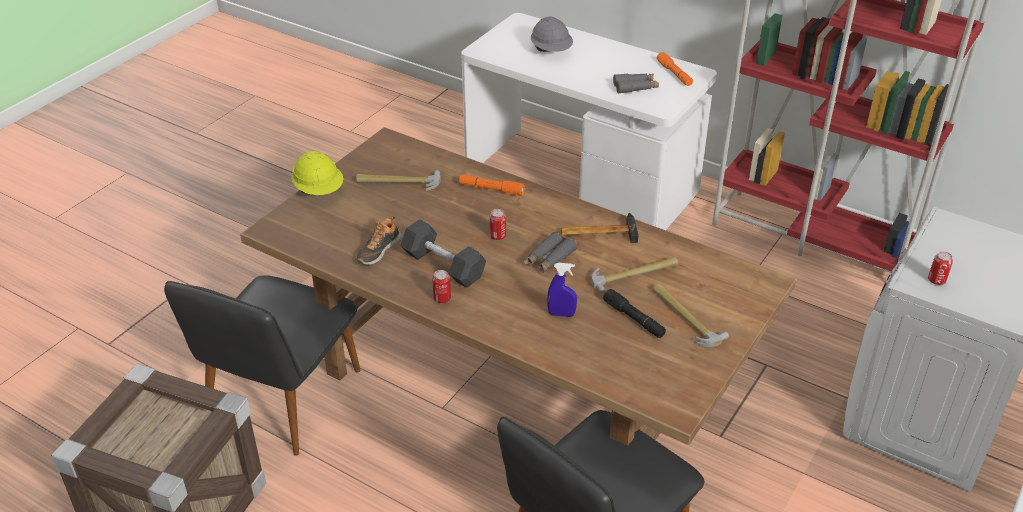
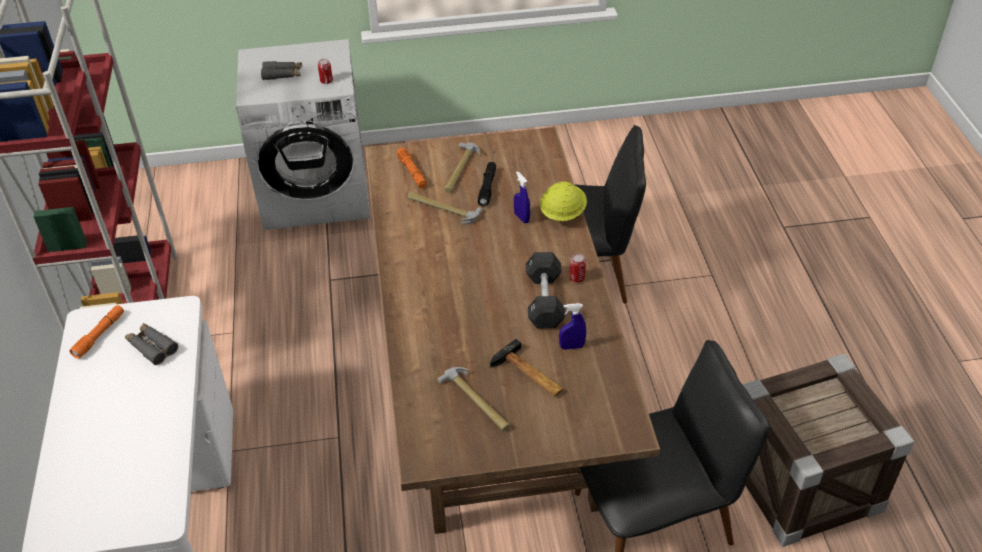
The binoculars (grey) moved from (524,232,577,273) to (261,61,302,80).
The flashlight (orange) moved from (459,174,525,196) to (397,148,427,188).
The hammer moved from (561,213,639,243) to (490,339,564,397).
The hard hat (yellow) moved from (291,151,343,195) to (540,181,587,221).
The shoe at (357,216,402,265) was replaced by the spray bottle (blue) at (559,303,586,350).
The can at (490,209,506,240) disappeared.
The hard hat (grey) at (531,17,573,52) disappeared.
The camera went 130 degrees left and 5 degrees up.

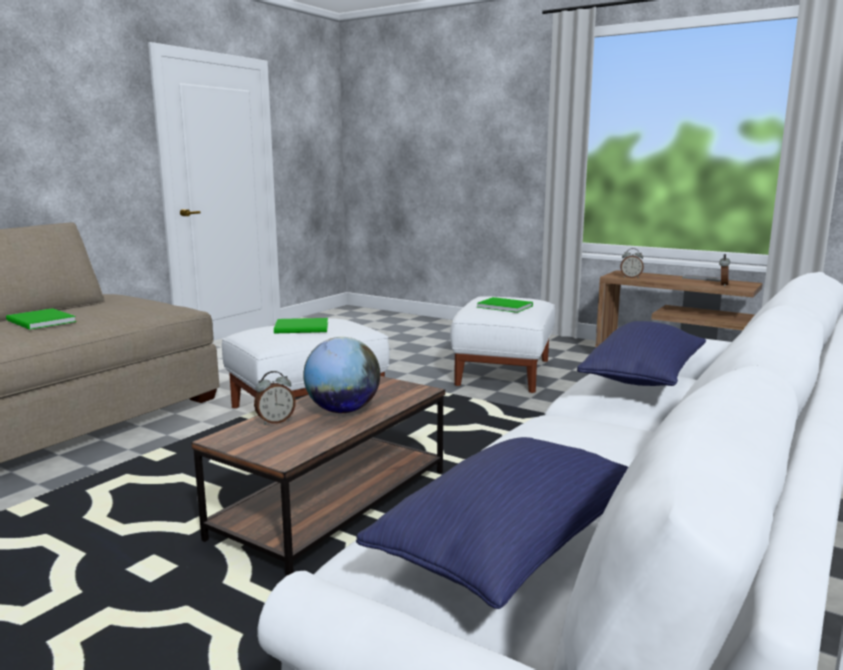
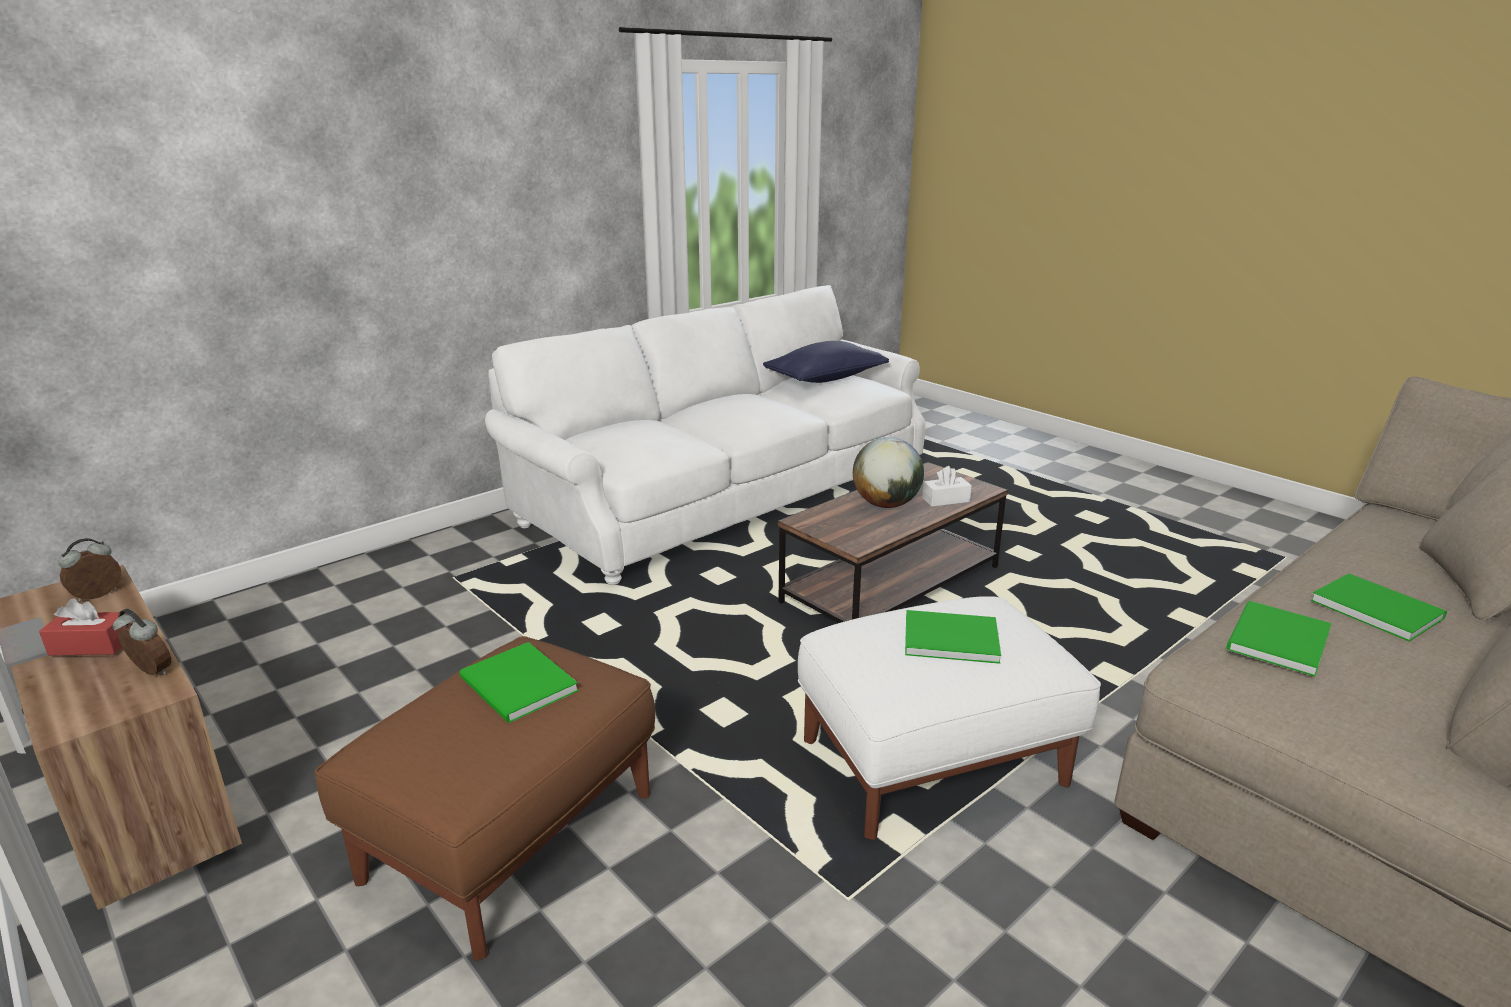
The tissue box (red) at (39,598,130,656) appeared.
The ottoman (white) at (450,296,555,393) became the ottoman (brown) at (314,636,655,961).
The alarm clock at (254,371,296,425) was replaced by the tissue box (white) at (922,466,972,507).
The book (green) at (1226,601,1331,677) appeared.
The pillow (blue) at (577,321,706,386) disappeared.
The camera went 165 degrees left and 10 degrees up.

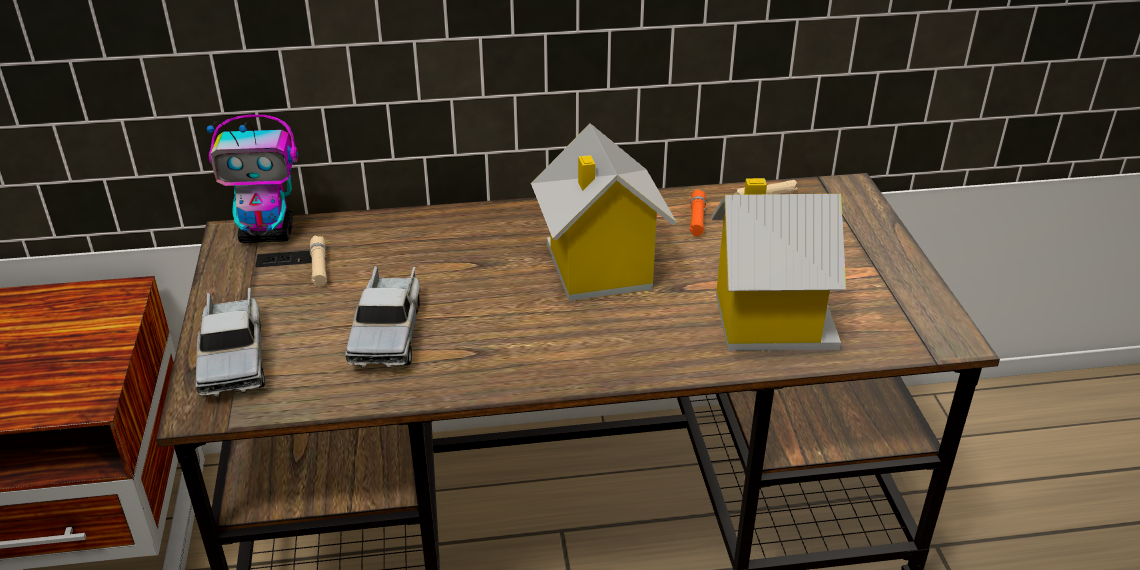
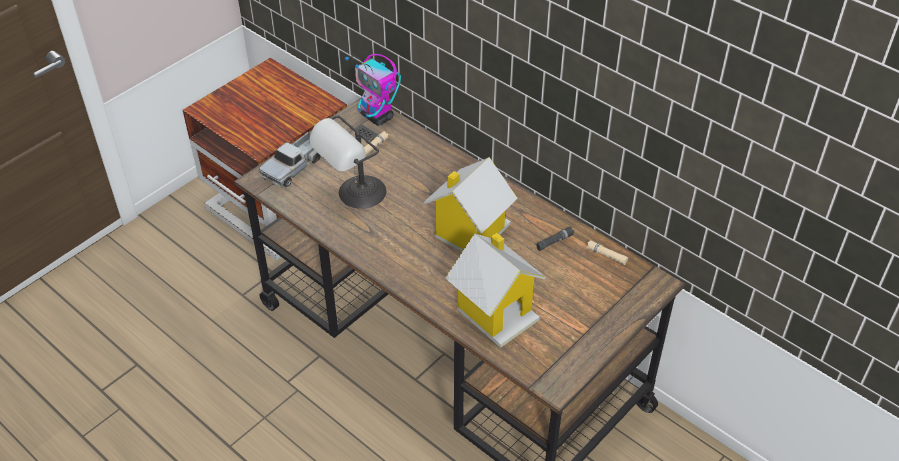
The toy truck at (345,266,420,368) was replaced by the table lamp at (309,115,386,209).
The flashlight (orange) at (690,189,706,236) became the flashlight (black) at (536,226,574,251).
The camera went 50 degrees right and 10 degrees up.

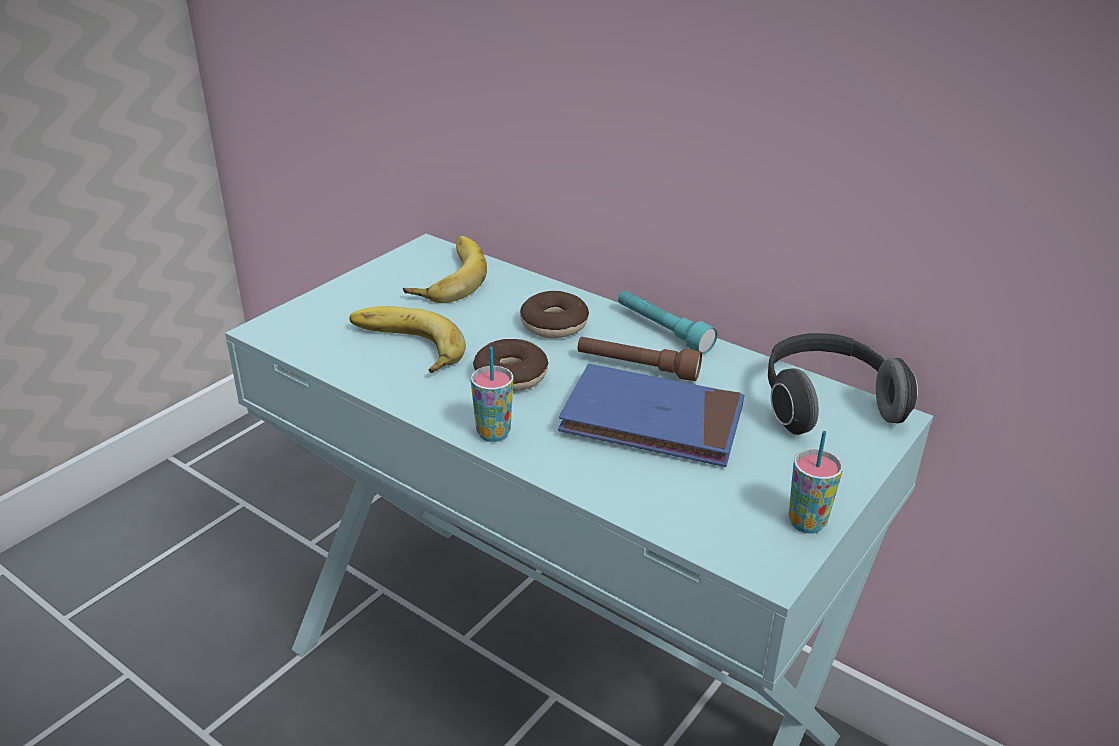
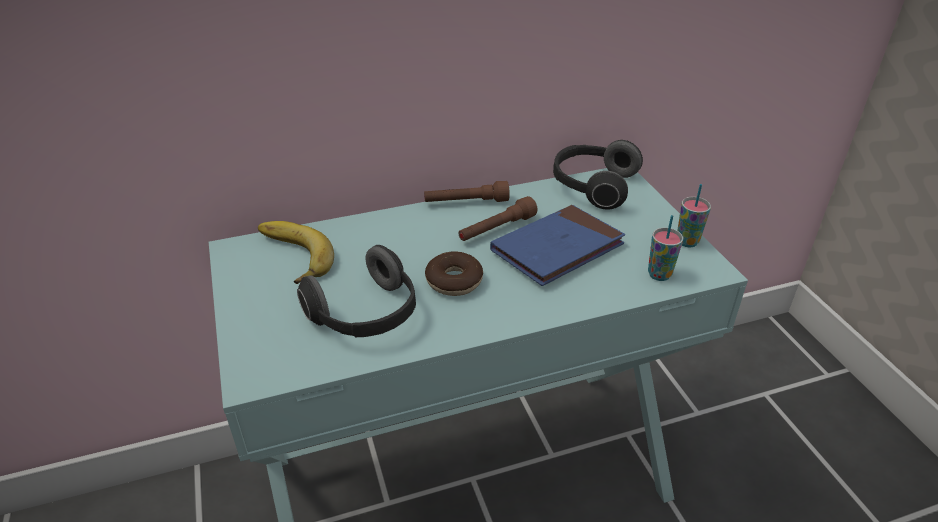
The banana at (350,306,466,373) was replaced by the headphones at (297,245,416,337).
The flashlight (turquoise) at (618,291,717,354) became the flashlight (brown) at (424,181,510,202).
The cup moved from (471,347,513,442) to (648,215,683,281).
The donut at (520,291,589,338) disappeared.
The camera went 55 degrees left and 5 degrees up.

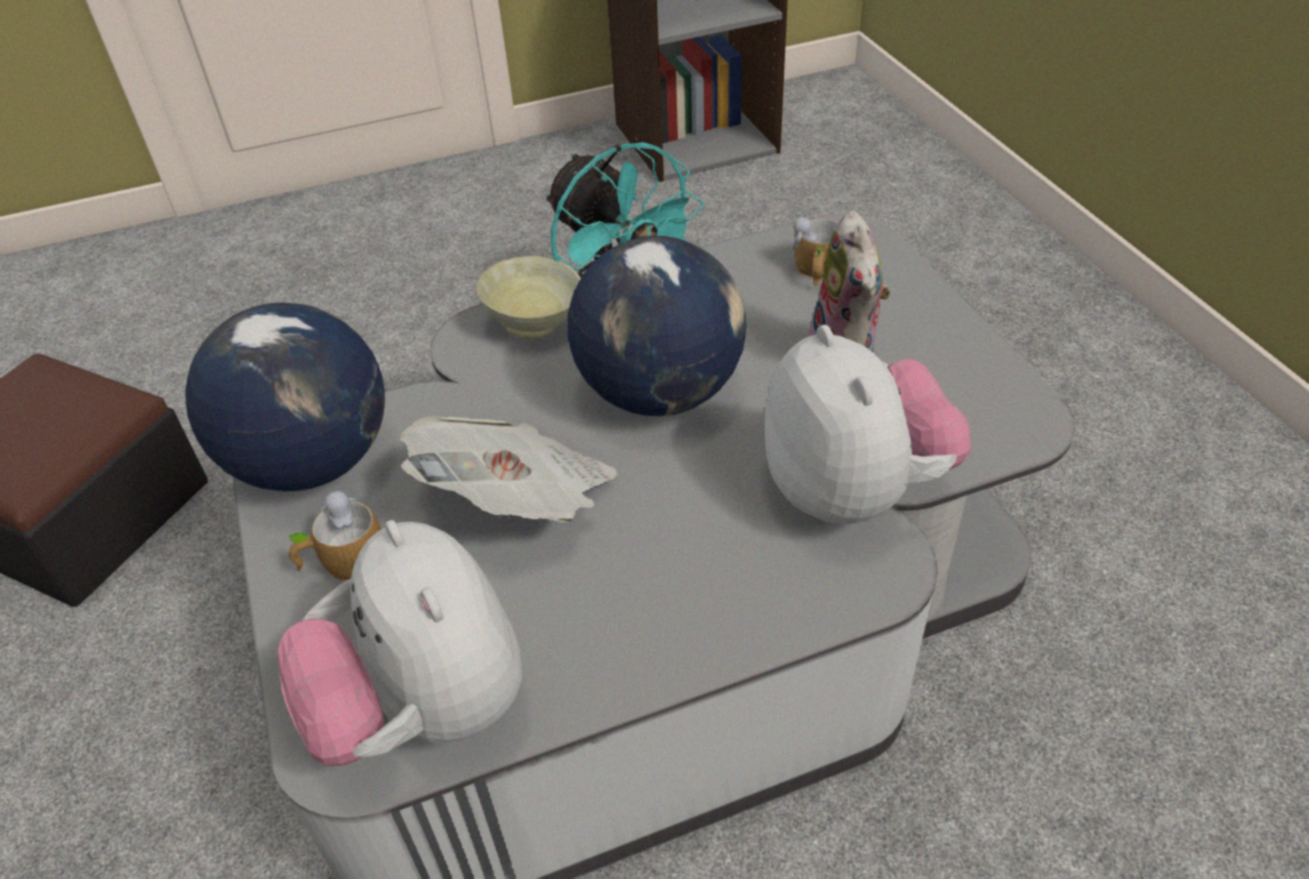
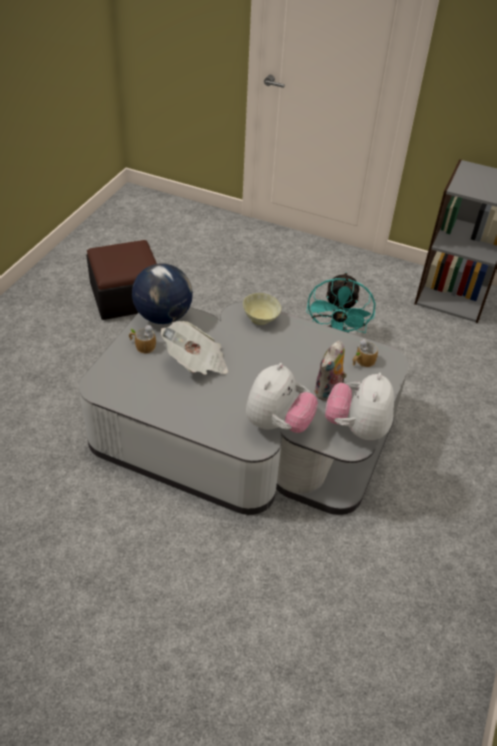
The plush toy moved from (277,520,522,766) to (325,372,394,440).
The globe at (568,236,746,416) disappeared.
The camera went 40 degrees right and 0 degrees up.

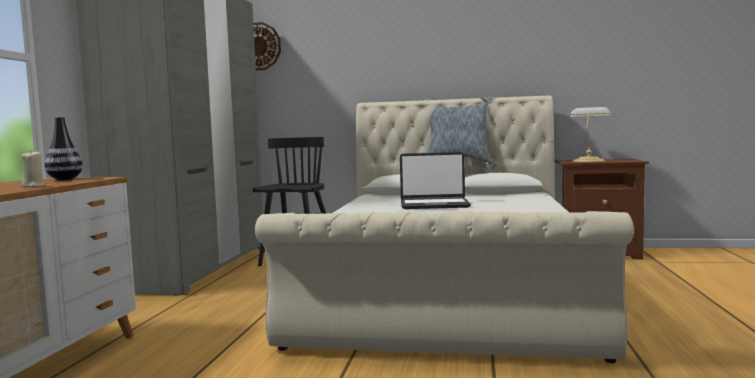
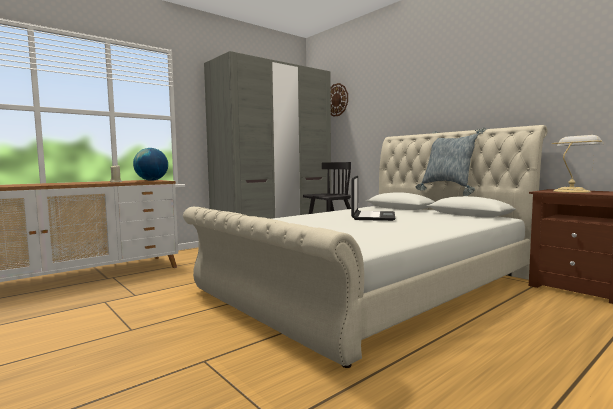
The vase at (44,117,83,180) was replaced by the globe at (133,148,168,181).
The laptop at (400,152,471,209) turned 120 degrees counterclockwise.
The camera went 40 degrees right and 0 degrees up.

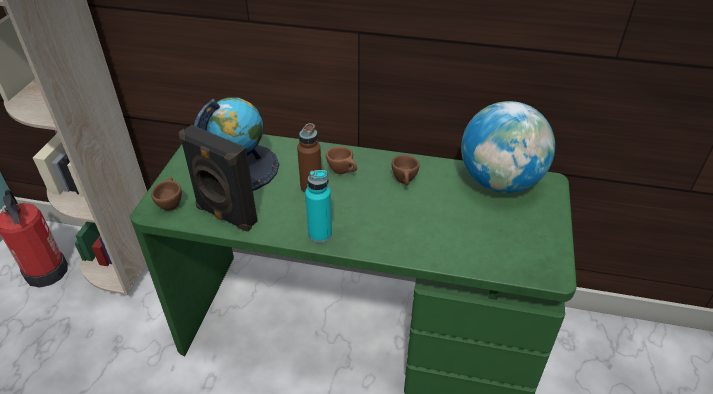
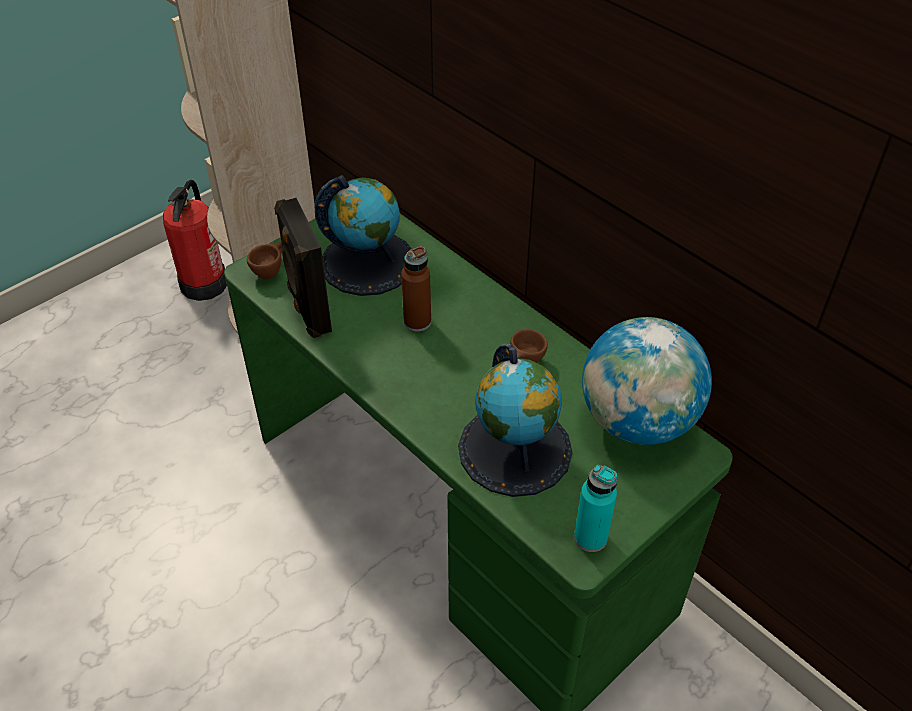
The globe at (458,344,572,497) appeared.
The bottle (turquoise) moved from (305,170,332,243) to (574,465,617,552).
The cup (brown) at (326,146,357,174) disappeared.
The camera went 35 degrees right and 5 degrees up.

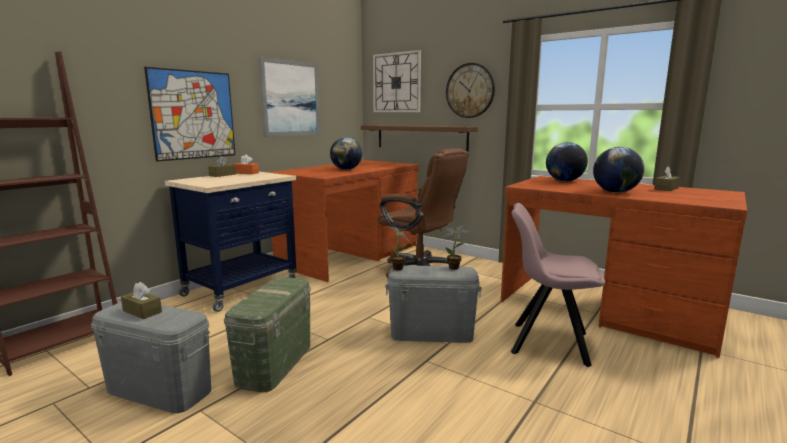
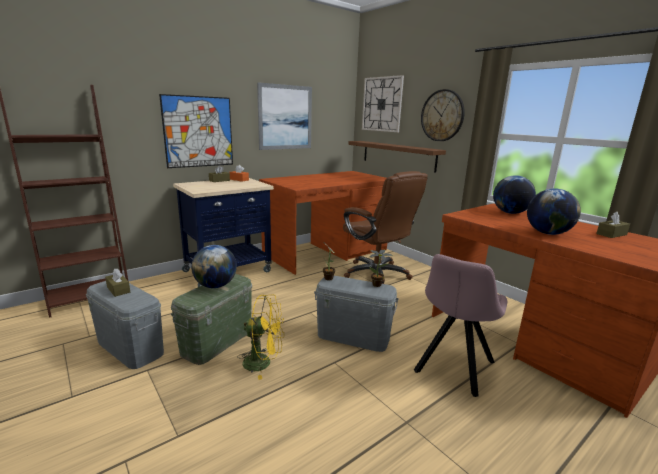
The globe moved from (330,137,362,170) to (191,245,237,288).
The fan (yellow) at (238,295,284,380) appeared.
The chair (pink) at (511,203,605,367) turned 90 degrees counterclockwise.
The camera went 15 degrees right and 5 degrees up.

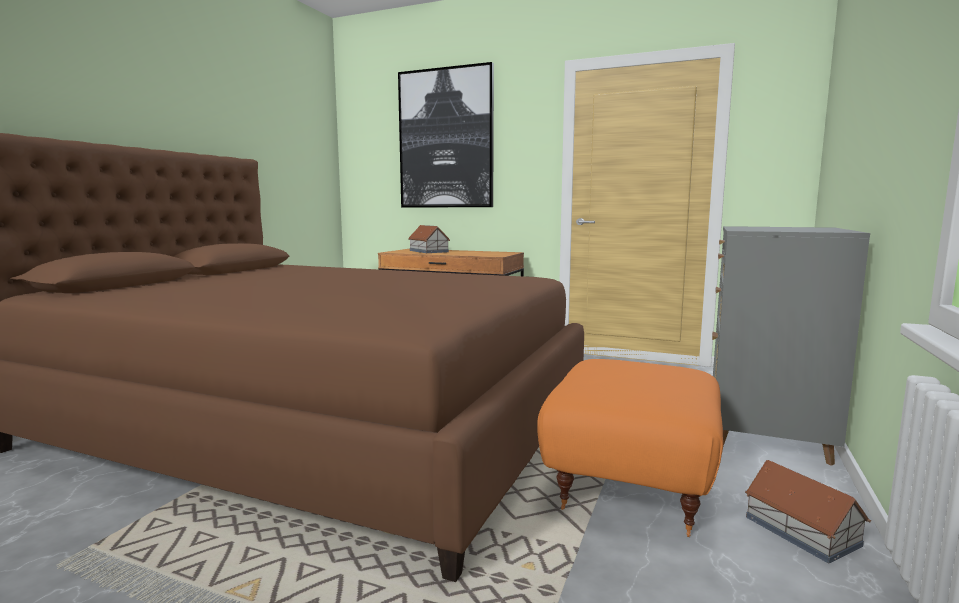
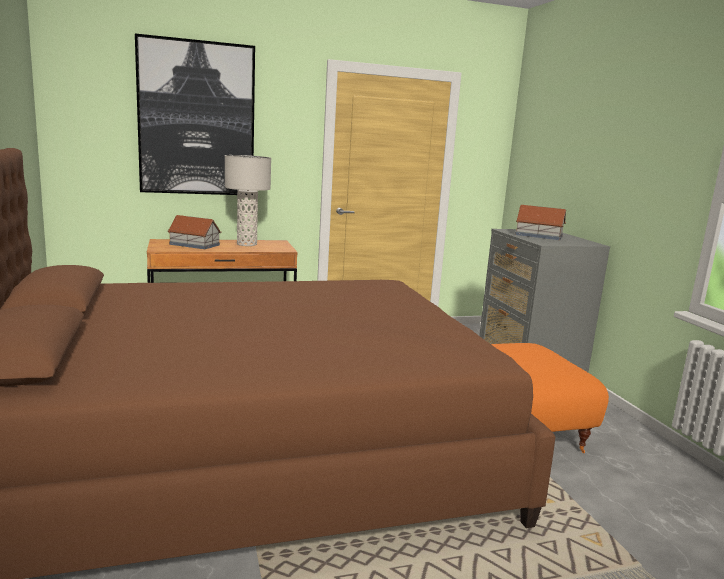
The table lamp (white) at (225,155,271,246) appeared.
The toy house moved from (745,460,871,564) to (515,205,566,240).
The camera went 40 degrees left and 5 degrees up.

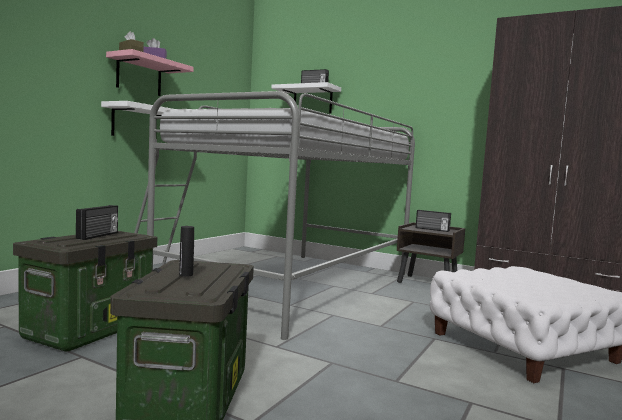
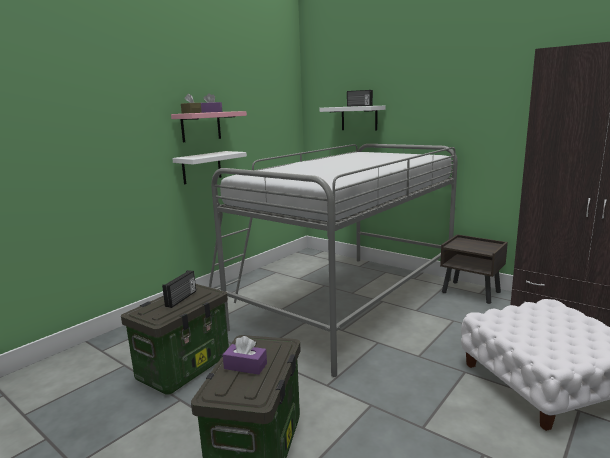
The bottle (black) at (179,226,194,277) was replaced by the tissue box (purple) at (223,336,267,375).
The radio at (416,210,451,232) disappeared.
The camera went 10 degrees right and 10 degrees up.

